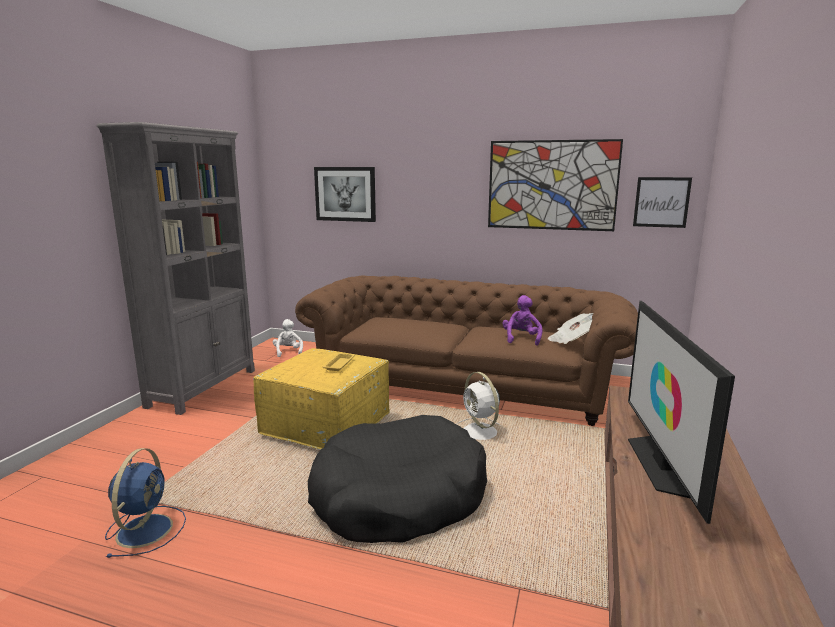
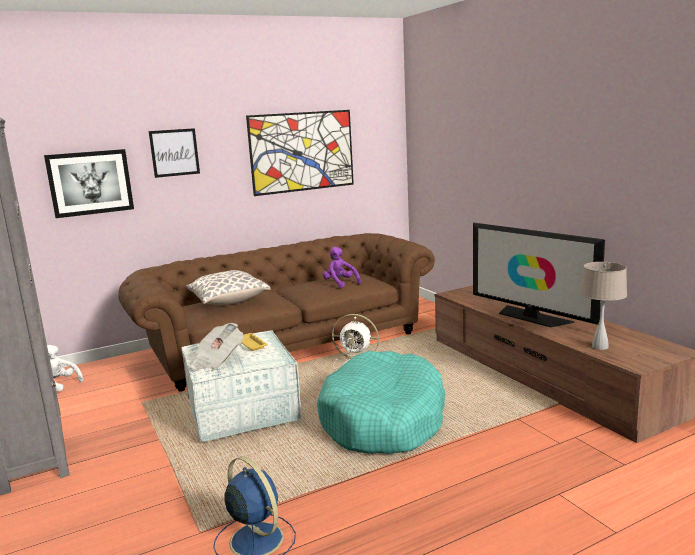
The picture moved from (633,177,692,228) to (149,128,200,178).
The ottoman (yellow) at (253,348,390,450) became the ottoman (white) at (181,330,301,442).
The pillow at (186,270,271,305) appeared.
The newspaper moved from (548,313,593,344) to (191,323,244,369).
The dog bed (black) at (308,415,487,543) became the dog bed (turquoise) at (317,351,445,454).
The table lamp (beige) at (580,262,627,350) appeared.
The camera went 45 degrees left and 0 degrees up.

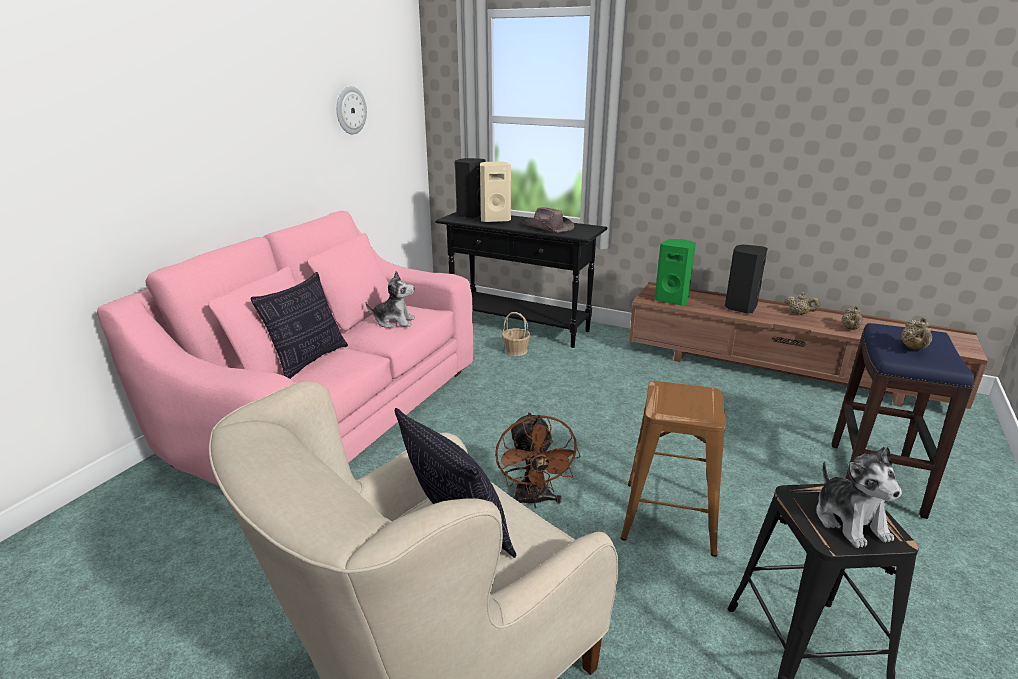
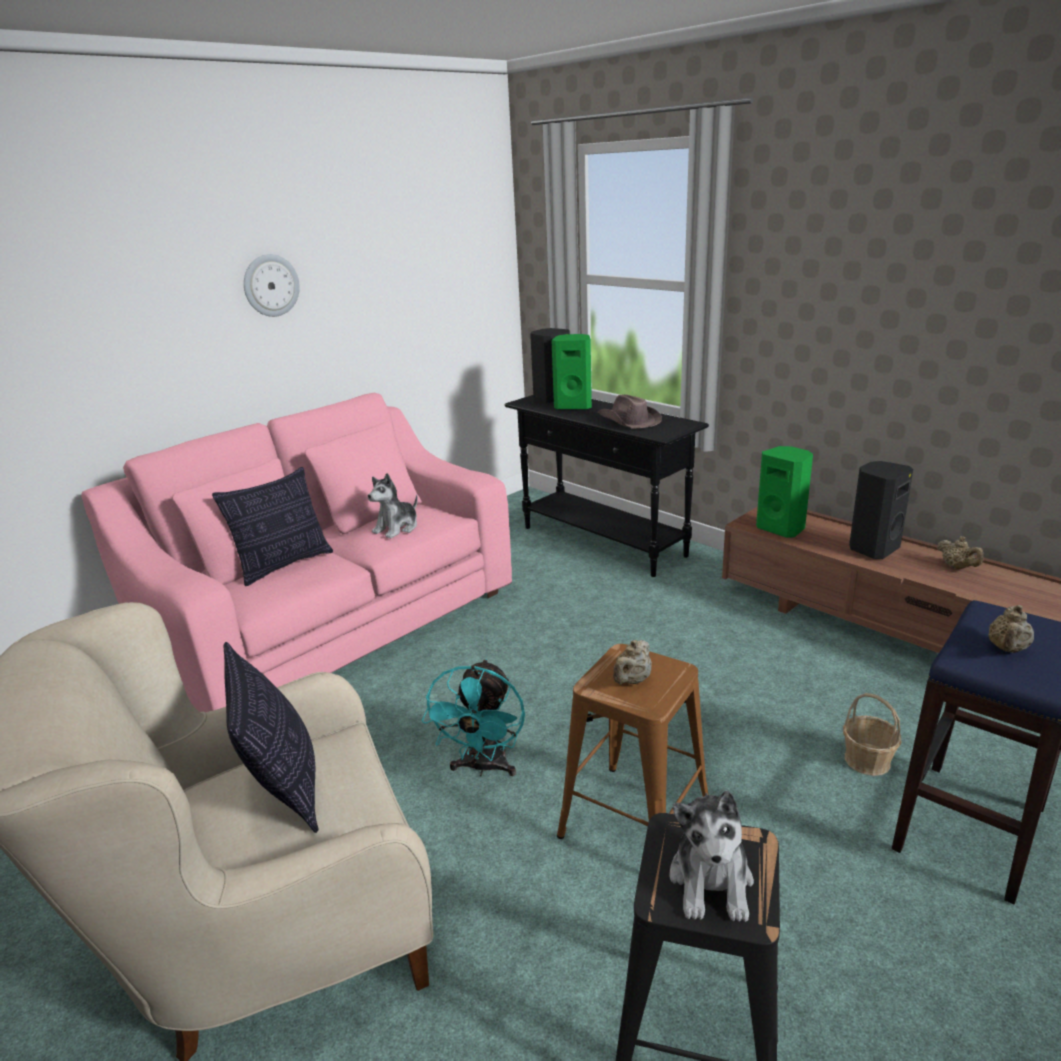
The wall clock moved from (337,86,367,134) to (244,254,300,317).
The plush toy at (366,271,415,328) turned 105 degrees clockwise.
The fan (brown) at (495,412,580,508) became the fan (turquoise) at (422,659,525,776).
The speaker (beige) at (480,162,511,223) became the speaker (green) at (551,334,592,410).
The teapot (beige) moved from (841,306,863,330) to (613,640,652,684).
The basket moved from (502,312,530,356) to (843,693,902,776).
The camera went 20 degrees right and 0 degrees up.

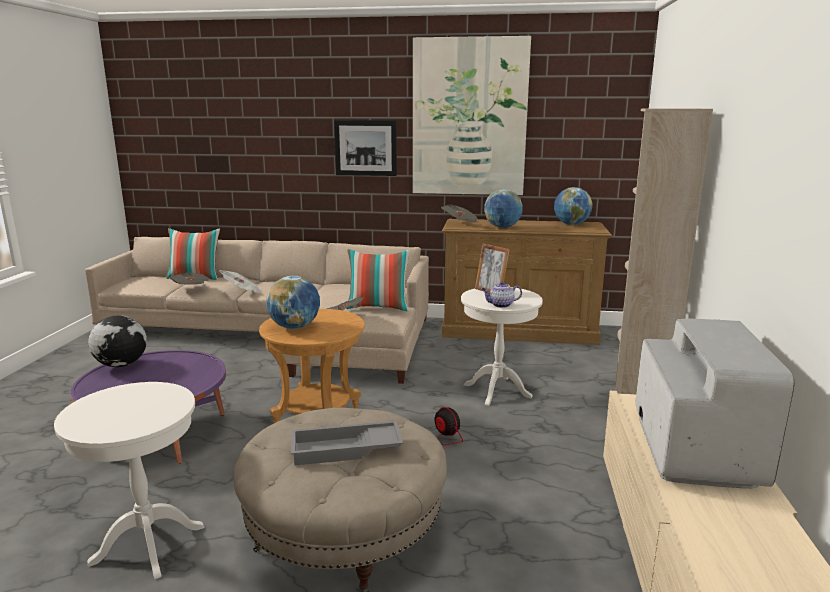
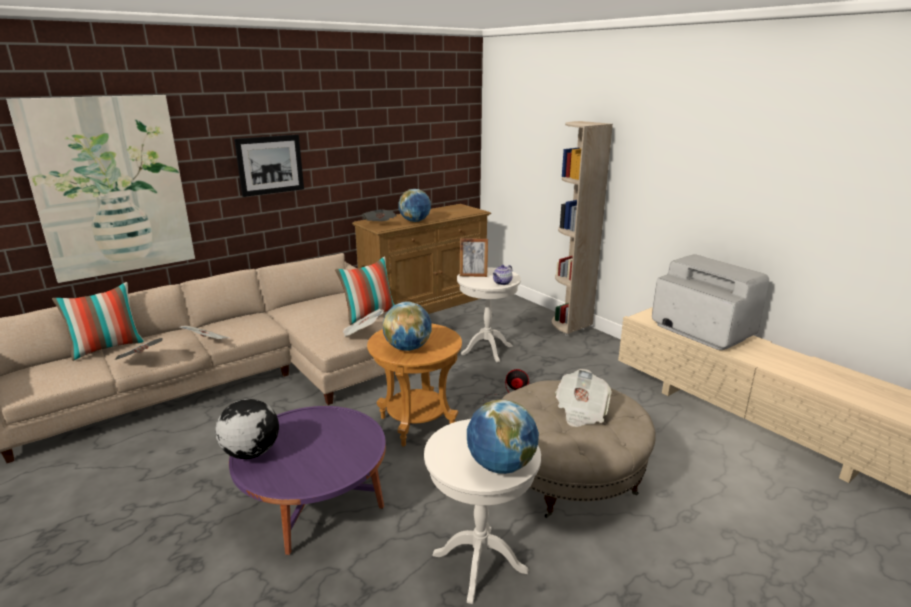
The picture moved from (413,36,531,195) to (6,95,195,283).
The globe moved from (554,187,593,225) to (467,400,539,474).
The tray (grey) at (291,421,403,466) was replaced by the newspaper at (555,369,612,427).
The camera went 45 degrees left and 5 degrees up.

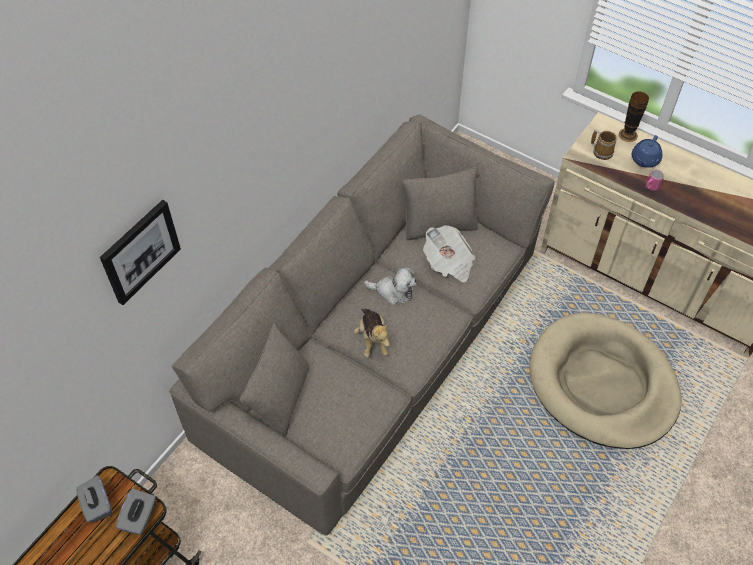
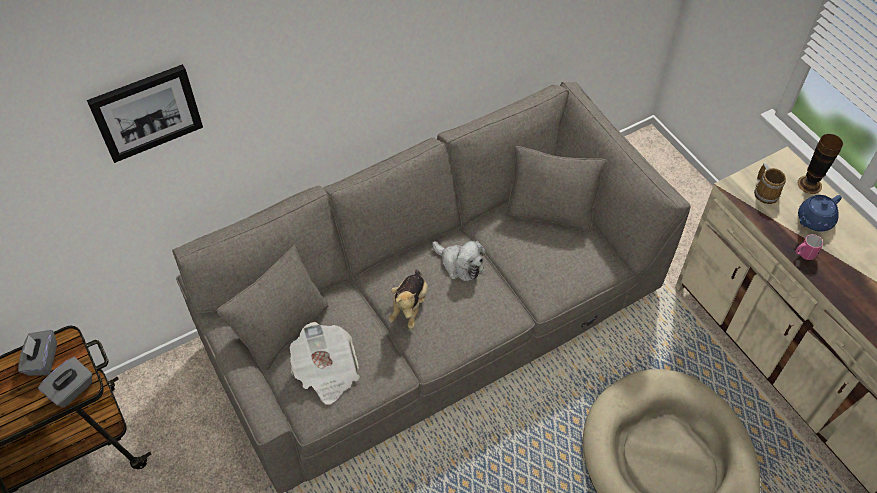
The newspaper moved from (423,225,476,283) to (289,322,360,405).
The camera went 25 degrees right and 0 degrees up.

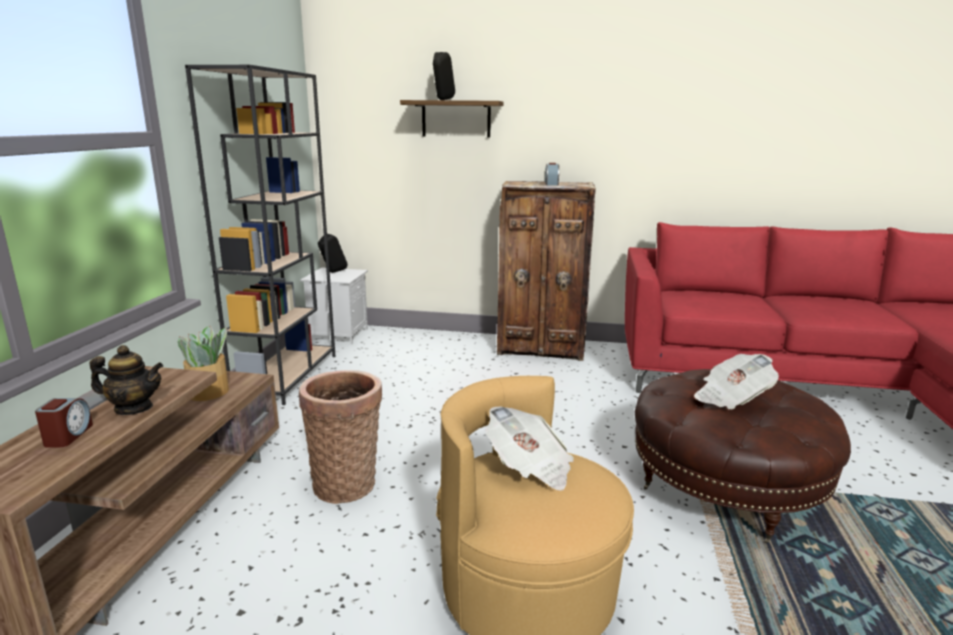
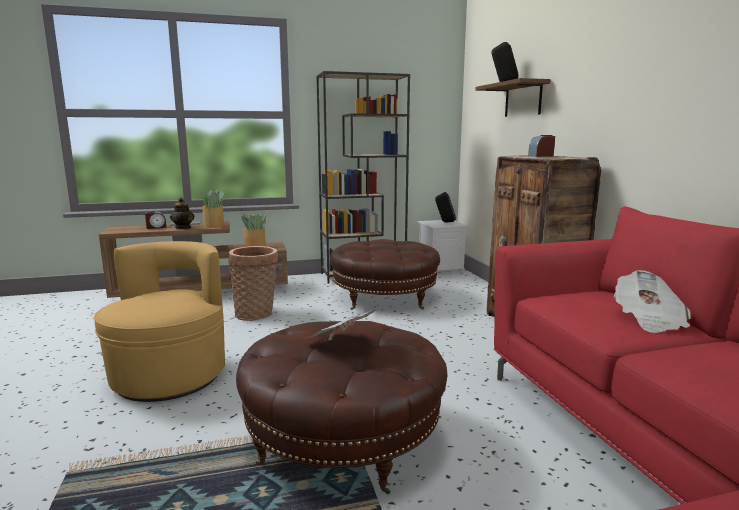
The potted plant at (201,190,224,228) appeared.
The ottoman (brown) at (330,239,440,310) appeared.
The newspaper moved from (485,407,574,491) to (613,270,691,333).
The camera went 65 degrees right and 5 degrees down.

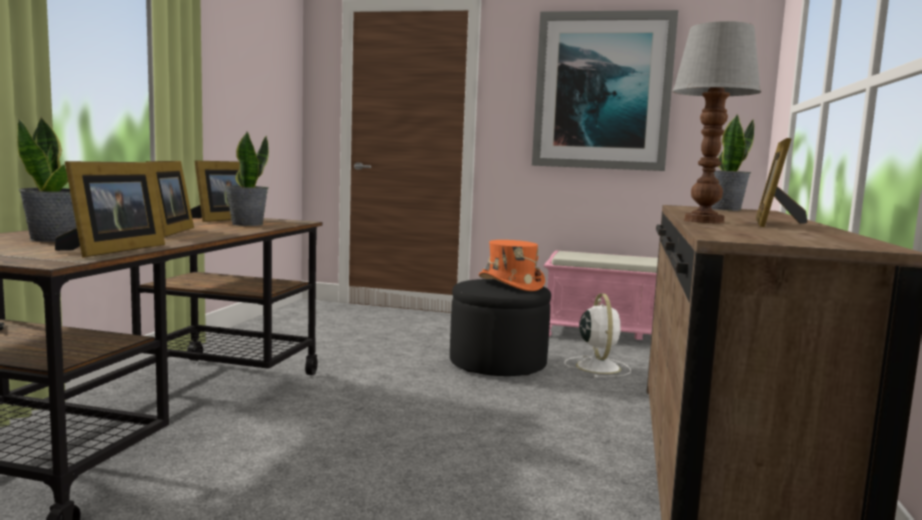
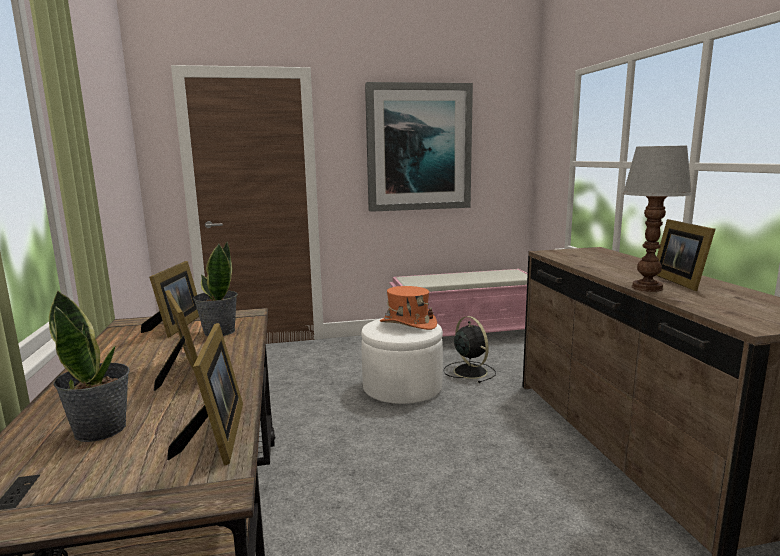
The ottoman (black) at (450,279,551,376) became the ottoman (white) at (361,318,443,404).
The fan (white) at (564,293,631,378) became the fan (black) at (443,316,496,383).
The potted plant at (711,114,754,211) disappeared.
The camera went 25 degrees left and 5 degrees up.

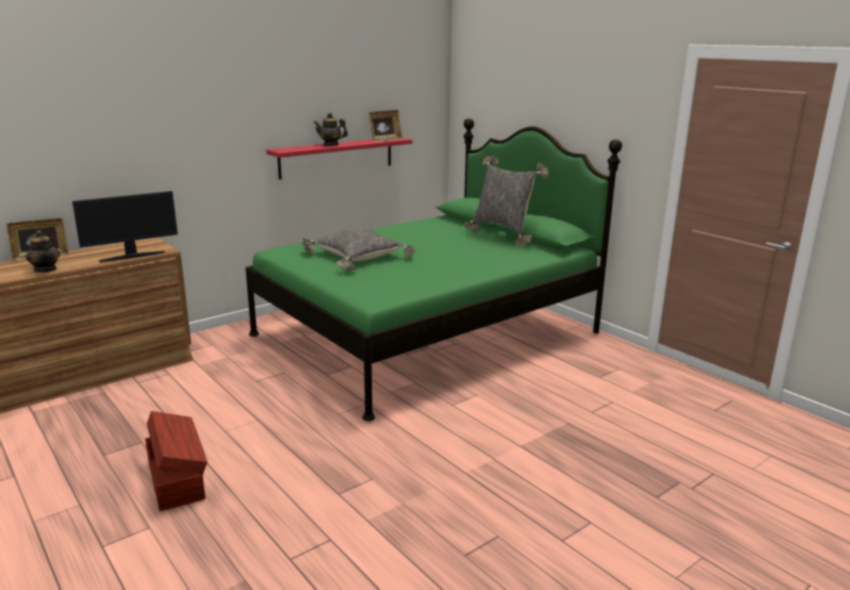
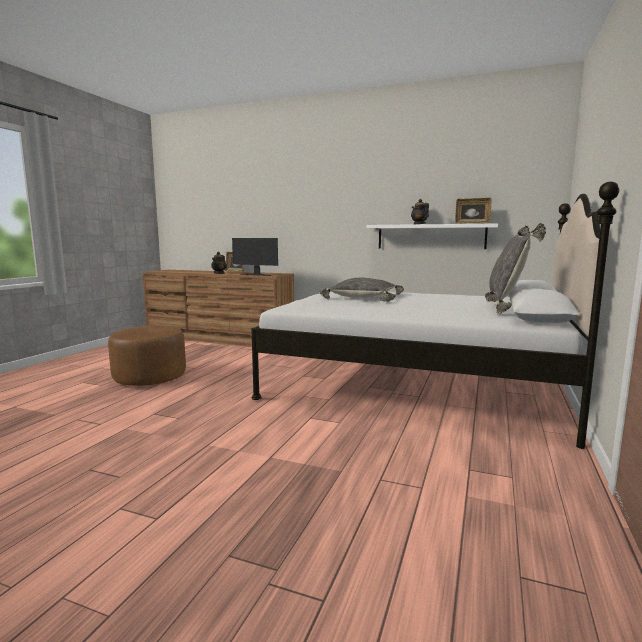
The storage box (brown) at (145,411,207,511) was replaced by the ottoman (brown) at (108,325,186,386).
The bed (green) at (246,118,622,421) became the bed (white) at (251,182,619,449).
The shelf (red) at (266,138,413,180) became the shelf (white) at (366,224,498,249).
The camera went 60 degrees right and 10 degrees down.

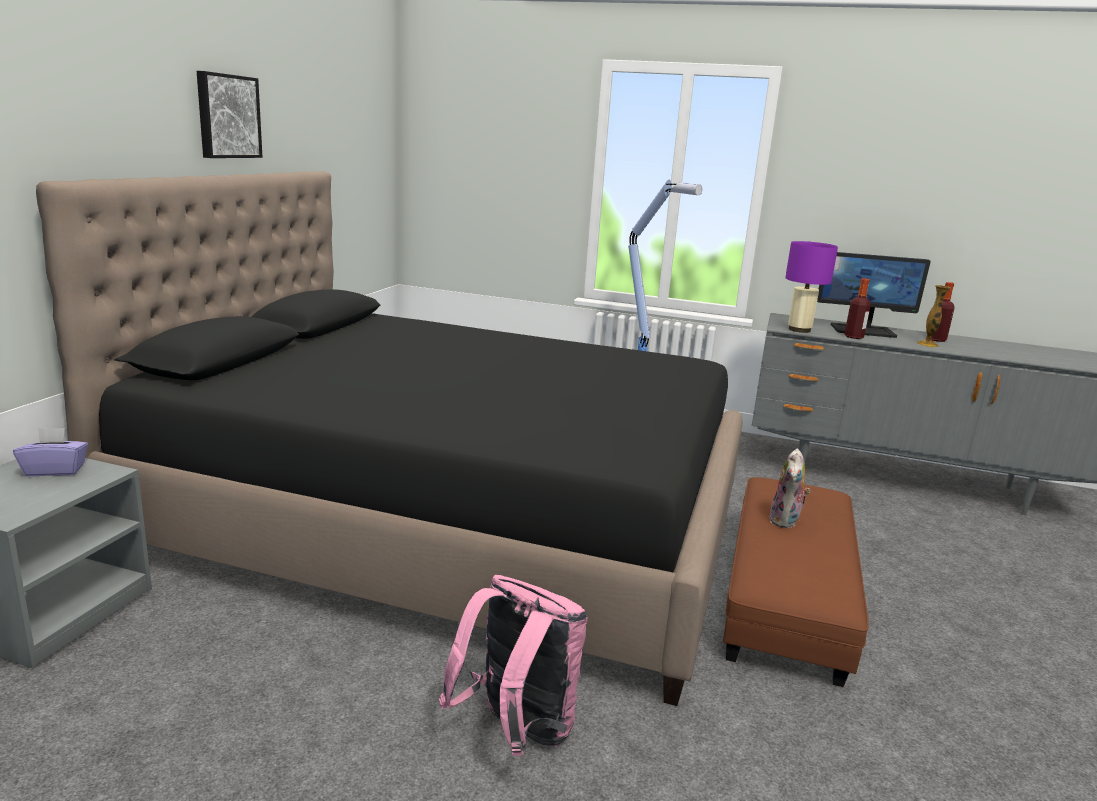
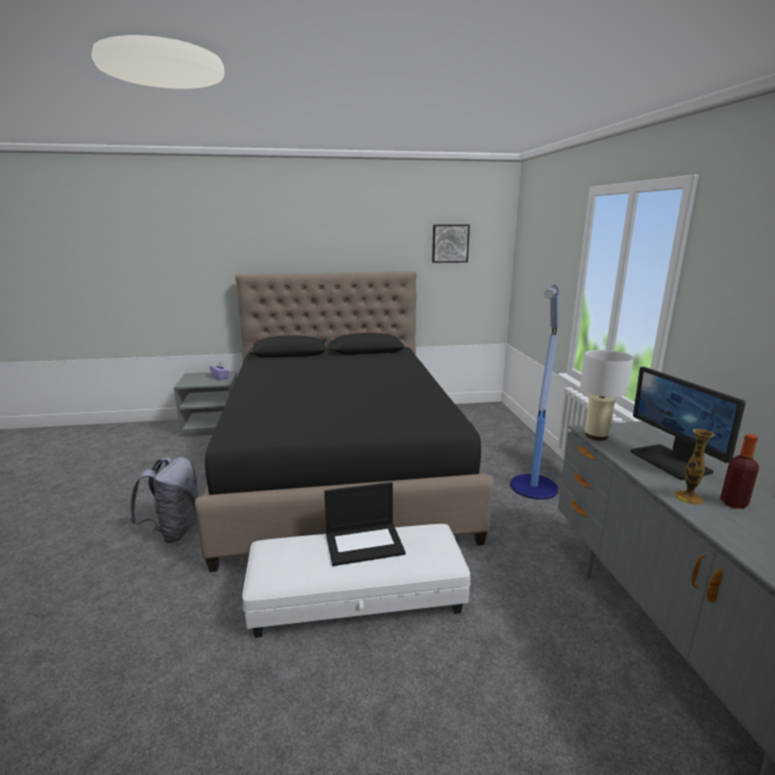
The backpack (pink) at (439,575,588,756) became the backpack (grey) at (130,457,198,543).
The ottoman (brown) at (723,477,869,687) became the ottoman (white) at (242,524,470,638).
The plush toy at (769,449,810,528) was replaced by the laptop at (324,482,406,566).
The picture moved from (197,71,263,158) to (432,225,470,263).
The table lamp (purple) at (785,241,838,333) became the table lamp (white) at (580,350,633,441).
The bottle at (844,278,871,339) disappeared.
The camera went 65 degrees right and 0 degrees up.

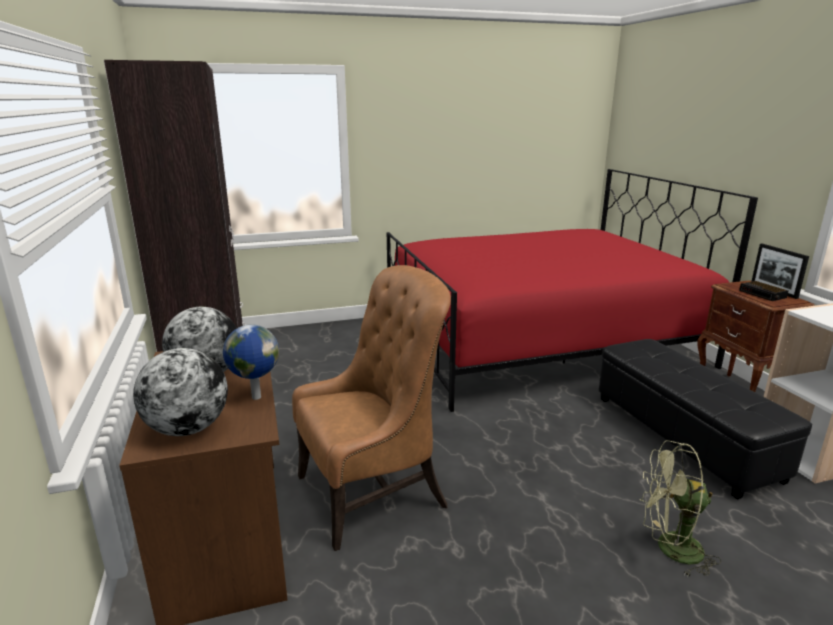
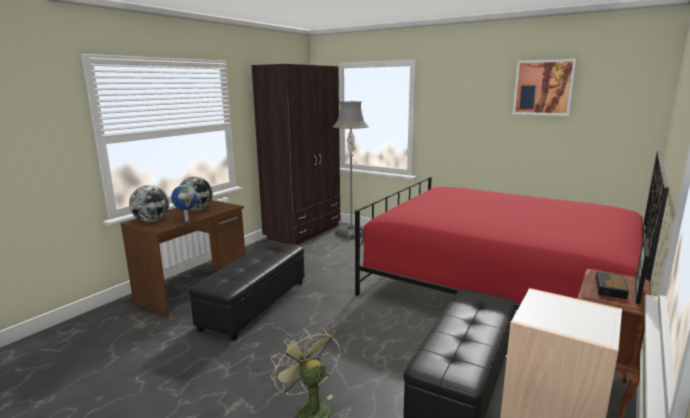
The chair (brown) at (292,265,451,551) was replaced by the ottoman (black) at (189,242,305,341).
The floor lamp (grey) at (333,101,368,240) appeared.
The picture at (513,59,577,116) appeared.
The camera went 50 degrees right and 5 degrees down.

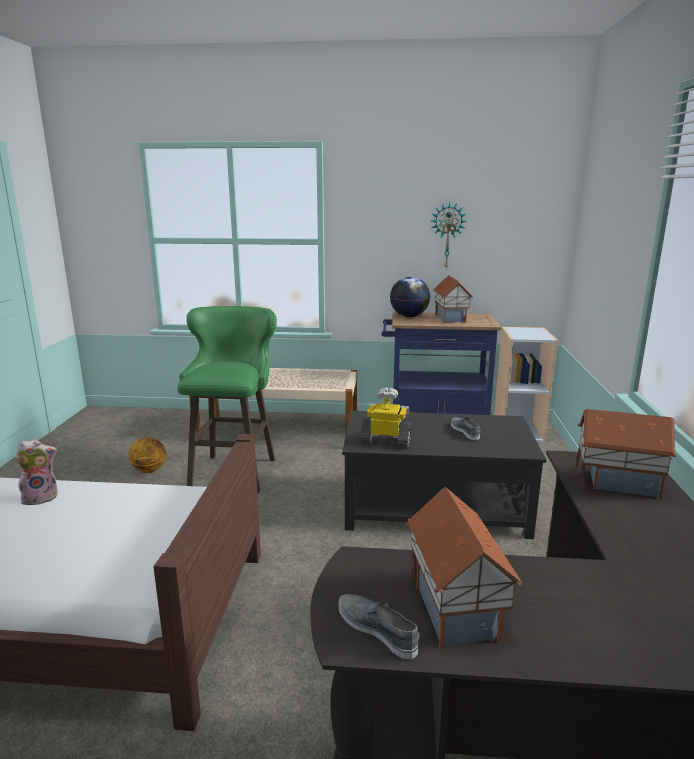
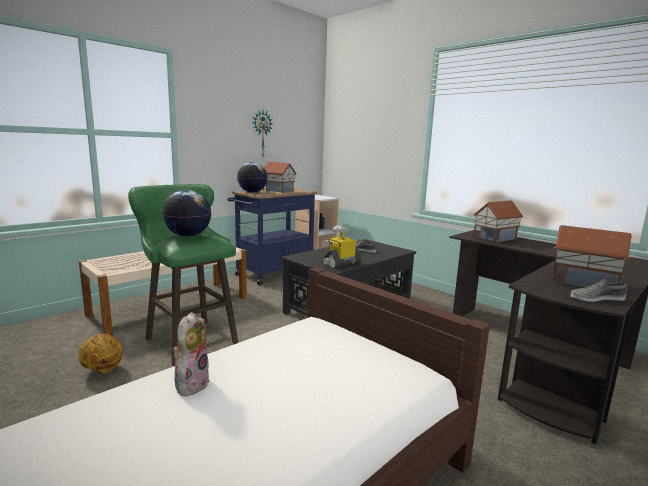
The globe at (162,190,211,237) appeared.
The camera went 50 degrees left and 5 degrees down.

